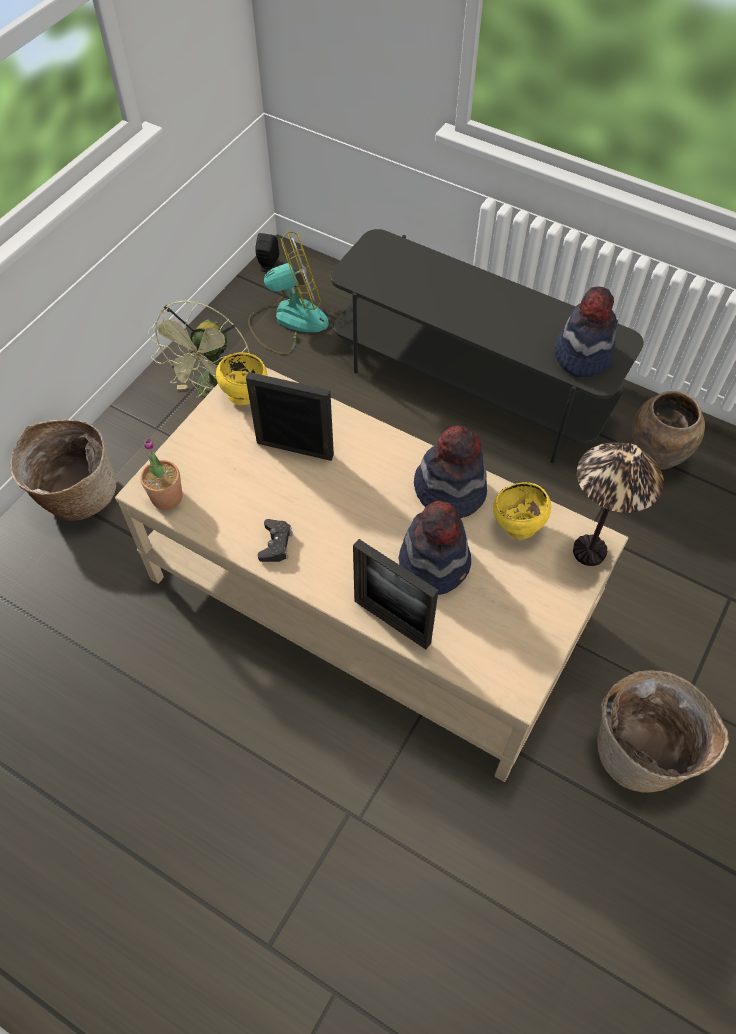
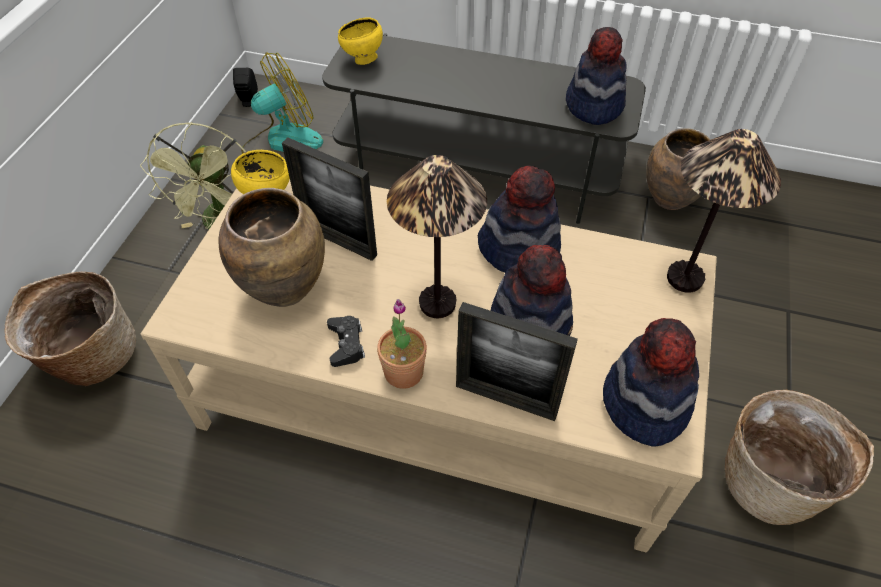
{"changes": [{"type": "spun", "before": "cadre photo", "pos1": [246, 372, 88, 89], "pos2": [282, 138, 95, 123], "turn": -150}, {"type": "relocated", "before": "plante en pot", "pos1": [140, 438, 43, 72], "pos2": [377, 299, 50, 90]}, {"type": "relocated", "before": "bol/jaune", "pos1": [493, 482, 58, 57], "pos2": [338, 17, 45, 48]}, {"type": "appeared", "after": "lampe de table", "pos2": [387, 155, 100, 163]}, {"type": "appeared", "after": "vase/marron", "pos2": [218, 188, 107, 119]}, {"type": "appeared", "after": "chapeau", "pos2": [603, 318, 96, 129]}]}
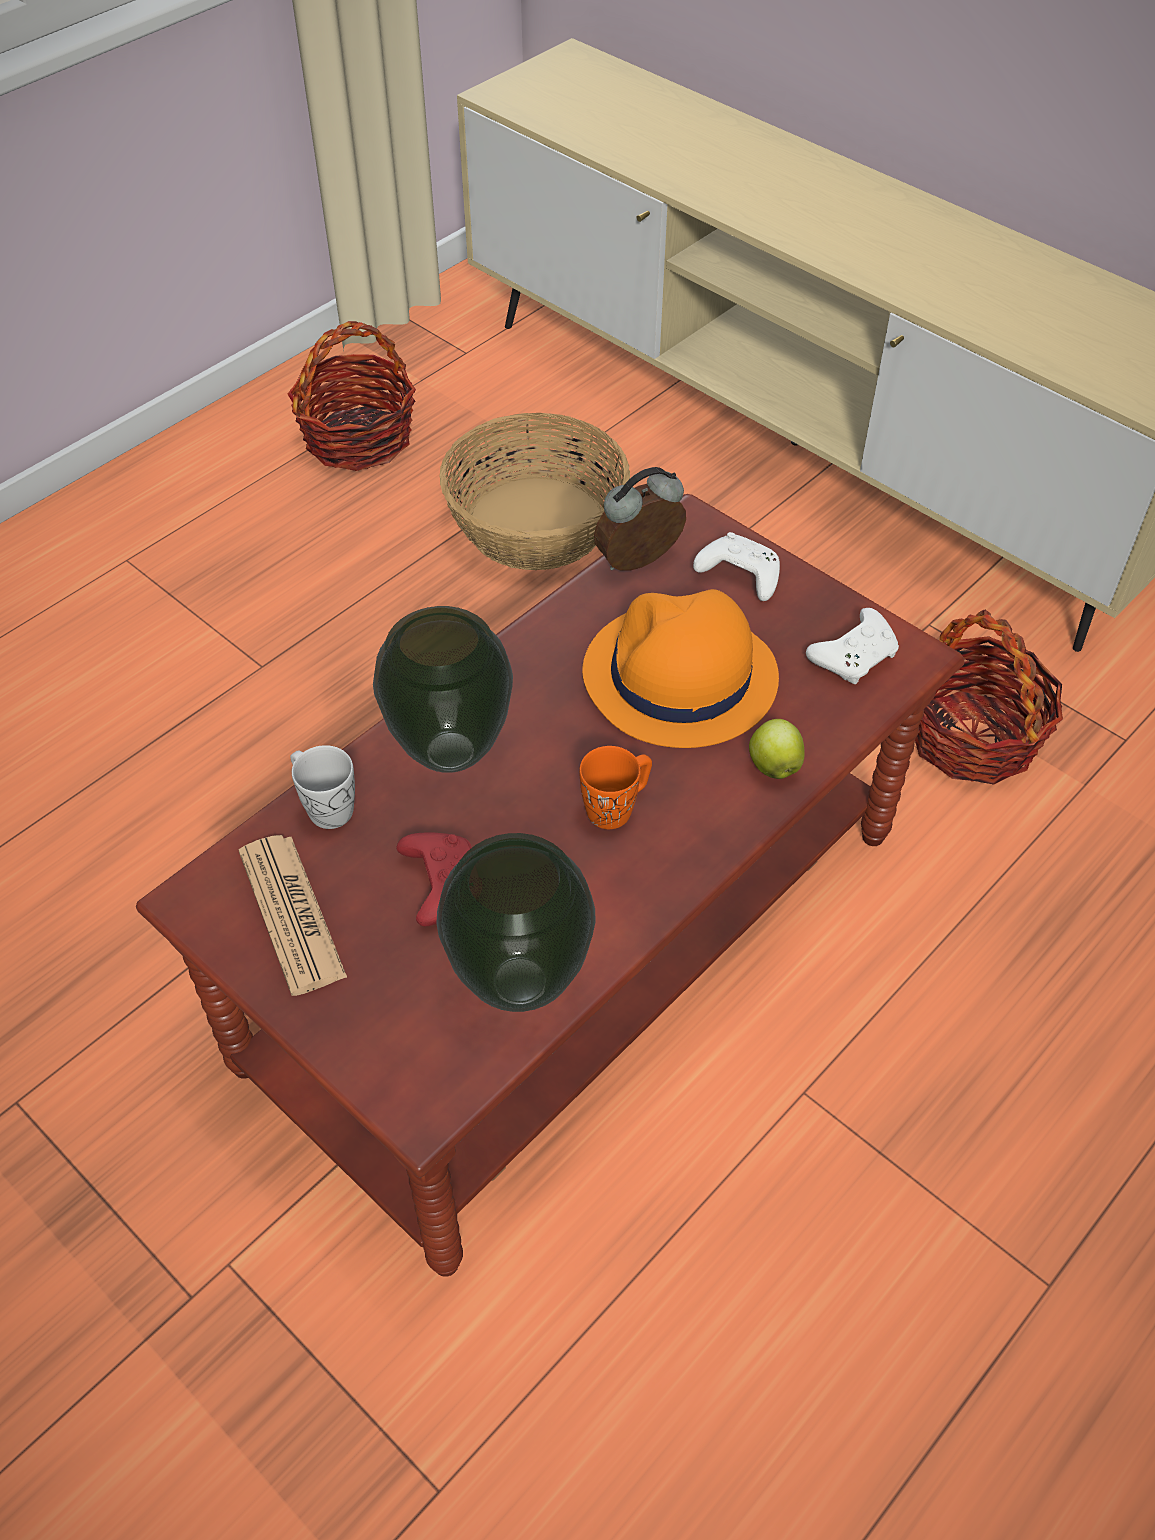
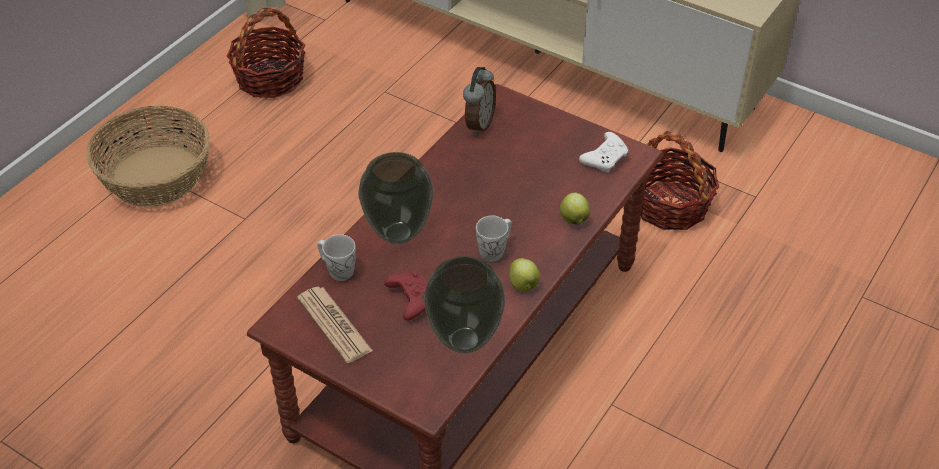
{"changes": [{"type": "relocated", "before": "panier", "pos1": [440, 413, 190, 157], "pos2": [86, 106, 124, 101]}, {"type": "spun", "before": "réveil", "pos1": [594, 467, 92, 104], "pos2": [463, 67, 33, 69], "turn": 150}, {"type": "missing", "before": "manette/blanc", "pos1": [693, 532, 87, 69]}, {"type": "missing", "before": "chapeau/orange", "pos1": [582, 589, 197, 159]}, {"type": "colour", "before": "mug/orange", "after": "mug/blanc", "pos1": [579, 746, 73, 83], "pos2": [476, 216, 36, 46]}, {"type": "appeared", "after": "pomme", "pos2": [509, 258, 31, 33]}]}
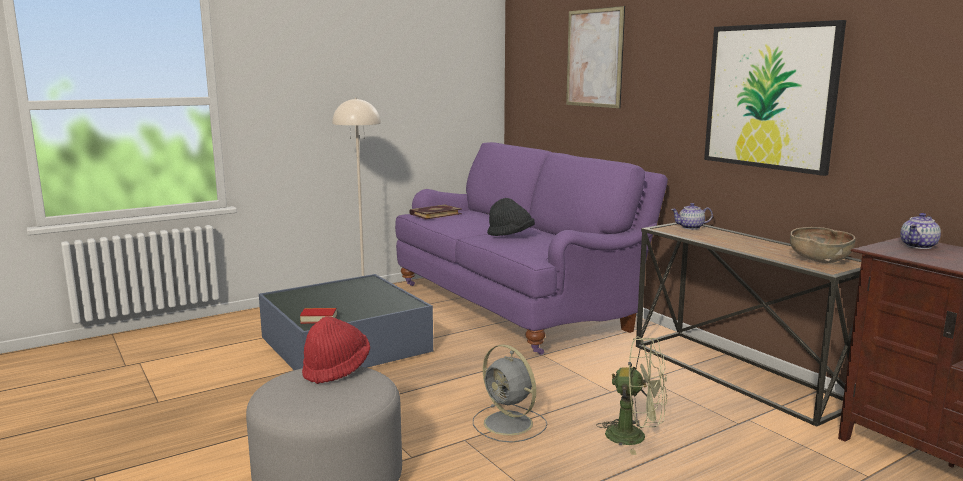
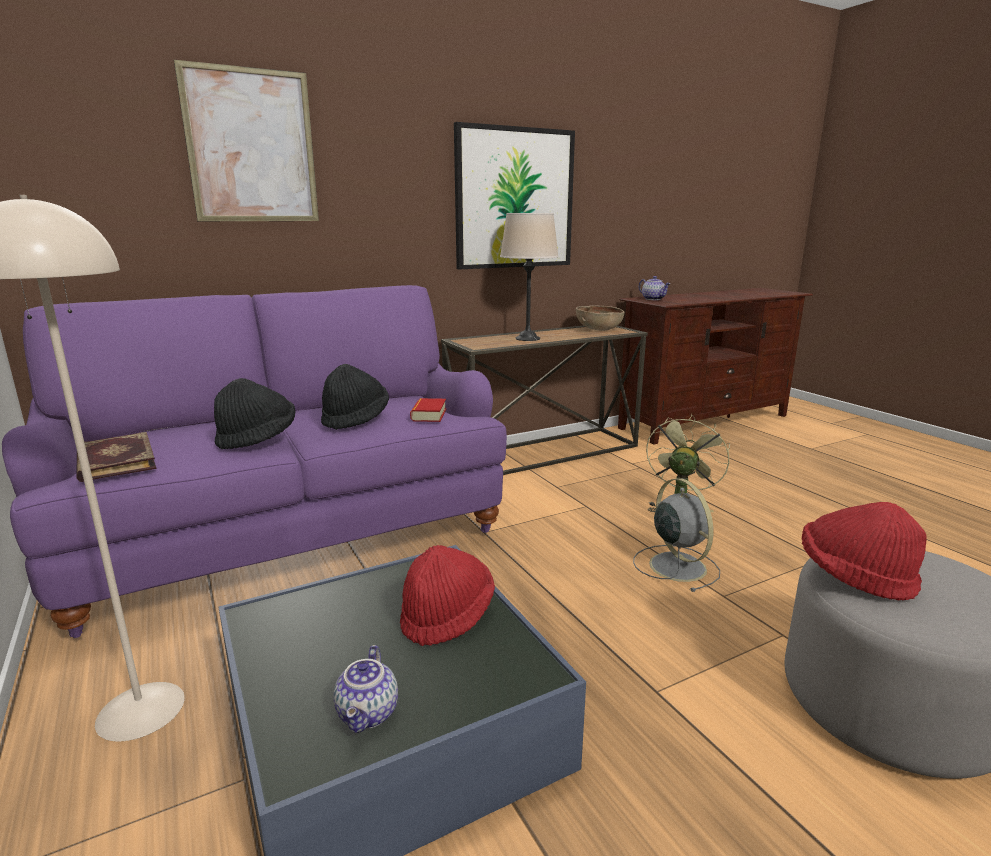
{"changes": [{"type": "relocated", "before": "théière", "pos1": [671, 203, 42, 26], "pos2": [333, 645, 65, 88]}, {"type": "relocated", "before": "livre", "pos1": [300, 308, 37, 16], "pos2": [410, 398, 36, 24]}, {"type": "spun", "before": "ventilateur/gris", "pos1": [473, 344, 74, 99], "pos2": [633, 478, 87, 114], "turn": -75}, {"type": "appeared", "after": "lampe de table/beige", "pos2": [500, 213, 59, 128]}, {"type": "appeared", "after": "chapeau/noir", "pos2": [214, 378, 81, 71]}, {"type": "appeared", "after": "chapeau/rouge", "pos2": [400, 545, 95, 101]}]}
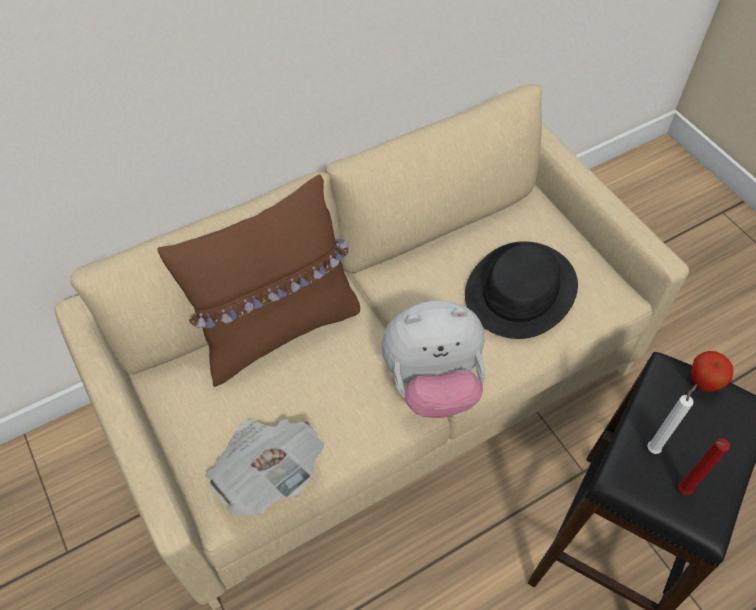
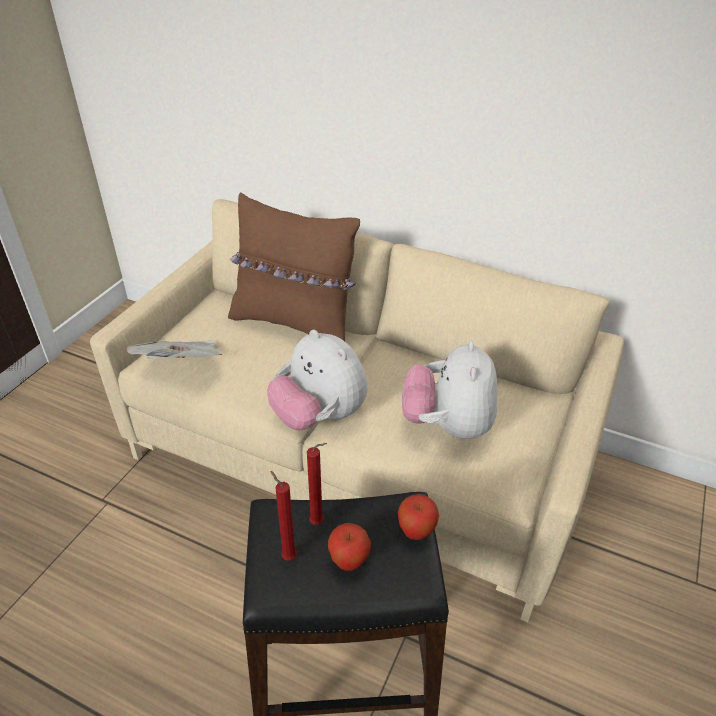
{"changes": [{"type": "exchanged", "before": "chapeau/noir", "after": "peluche", "pos1": [465, 241, 113, 98], "pos2": [402, 341, 95, 99]}, {"type": "colour", "before": "bougie/blanc", "after": "bougie/rouge", "pos1": [647, 384, 50, 70], "pos2": [307, 443, 20, 82]}, {"type": "appeared", "after": "pomme", "pos2": [328, 523, 43, 48]}]}
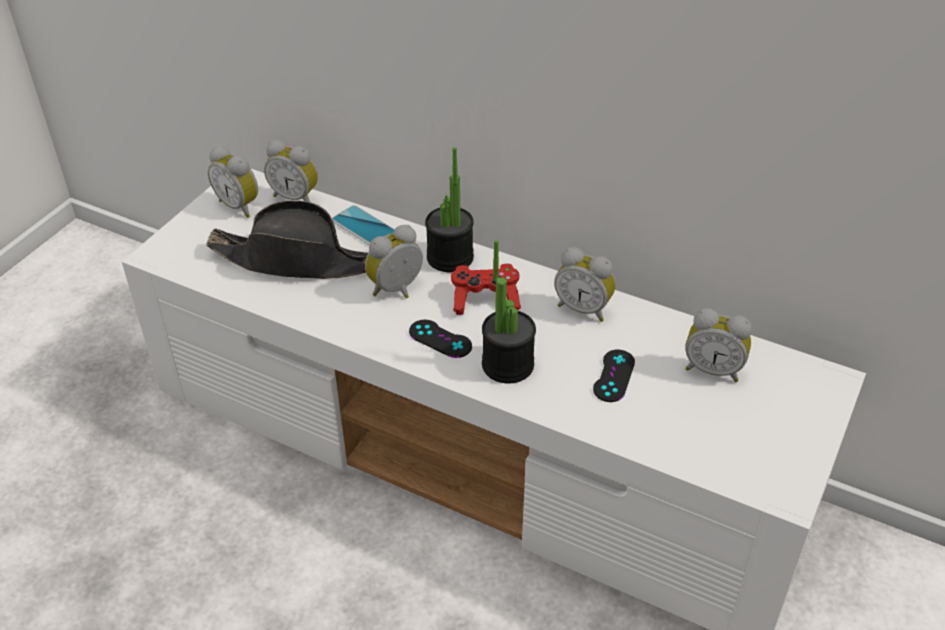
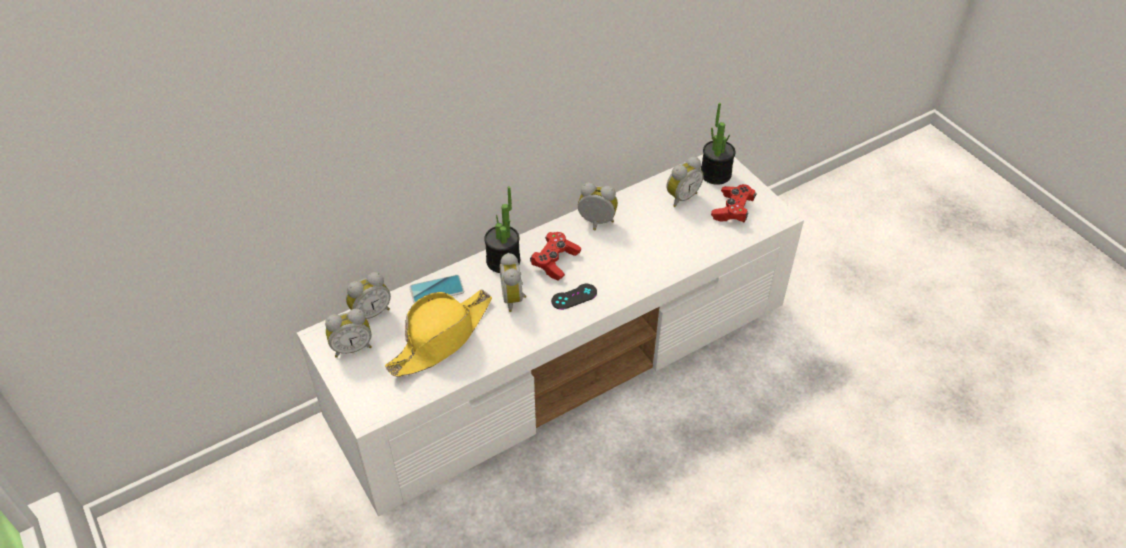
{"changes": [{"type": "colour", "before": "chapeau/noir", "after": "chapeau/jaune", "pos1": [206, 200, 162, 79], "pos2": [385, 289, 107, 88]}, {"type": "relocated", "before": "plante en pot", "pos1": [482, 240, 54, 143], "pos2": [701, 103, 34, 82]}, {"type": "spun", "before": "réveil", "pos1": [554, 247, 62, 75], "pos2": [578, 182, 40, 48], "turn": -135}, {"type": "missing", "before": "manette/noir", "pos1": [593, 350, 42, 52]}, {"type": "appeared", "after": "manette/rouge", "pos2": [711, 184, 45, 38]}]}
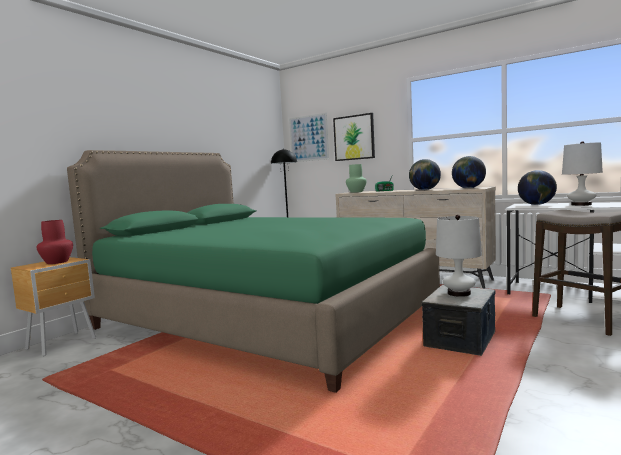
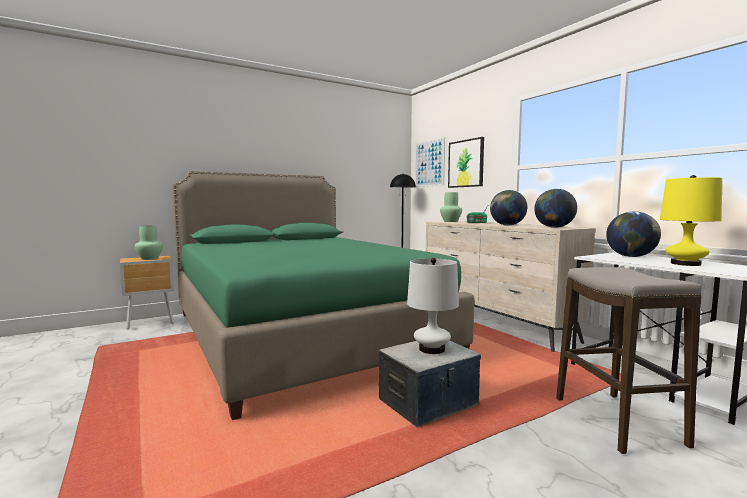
{"changes": [{"type": "colour", "before": "lampe de table/blanc", "after": "lampe de table/jaune", "pos1": [562, 141, 41, 65], "pos2": [660, 175, 62, 91]}, {"type": "colour", "before": "vase/rouge", "after": "vase/vert", "pos1": [37, 220, 36, 44], "pos2": [135, 226, 28, 34]}]}
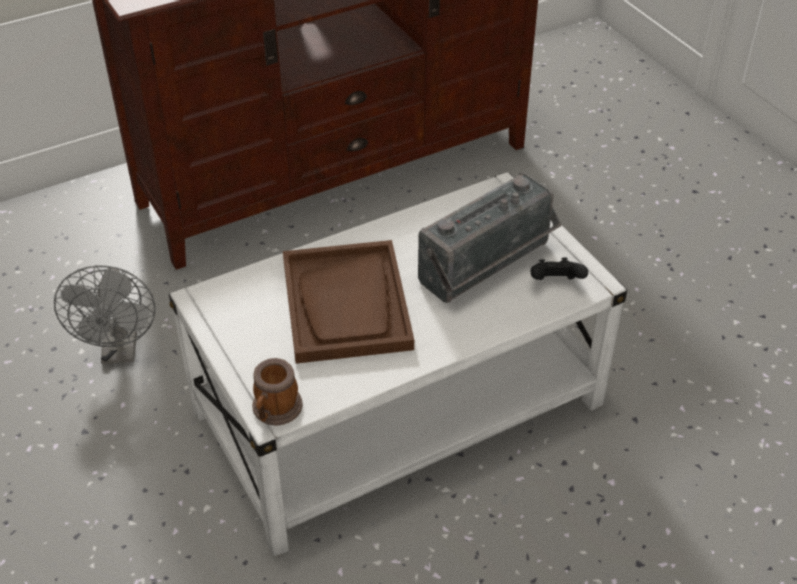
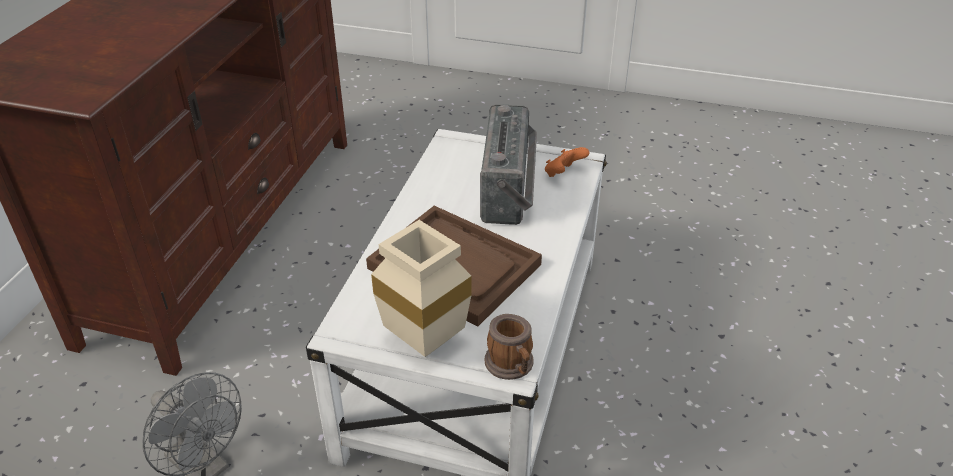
{"changes": [{"type": "colour", "before": "manette/noir", "after": "manette/orange", "pos1": [531, 257, 57, 23], "pos2": [545, 147, 44, 30]}, {"type": "appeared", "after": "vase/beige", "pos2": [371, 220, 101, 137]}]}
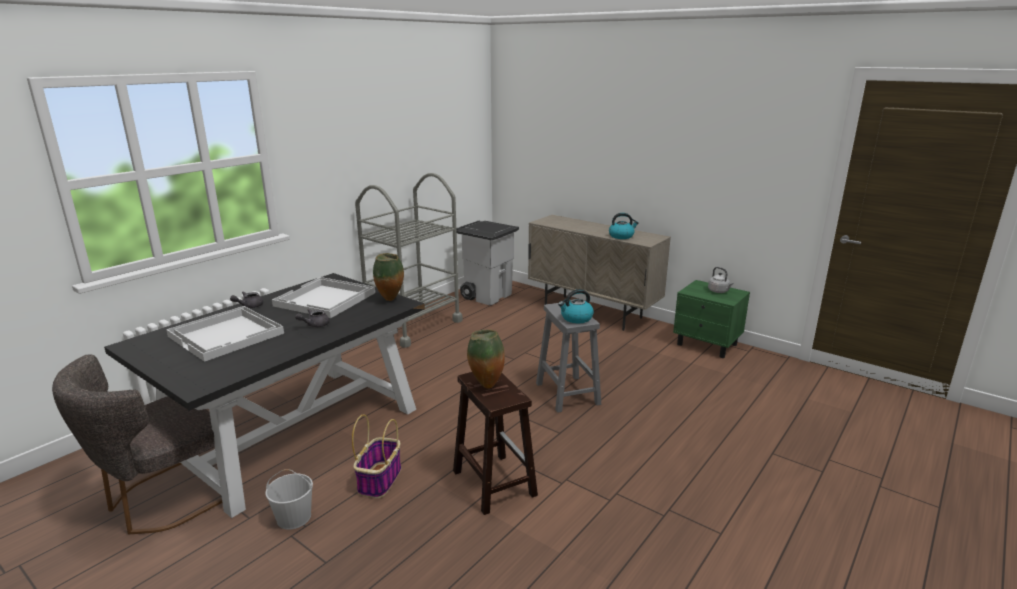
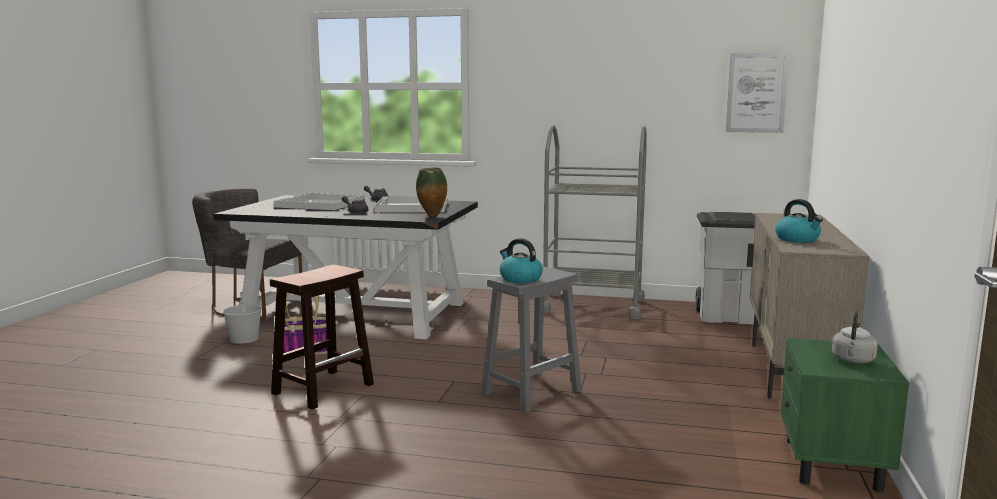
{"changes": [{"type": "missing", "before": "vase", "pos1": [467, 329, 38, 60]}, {"type": "appeared", "after": "tableau", "pos2": [726, 53, 63, 80]}]}
